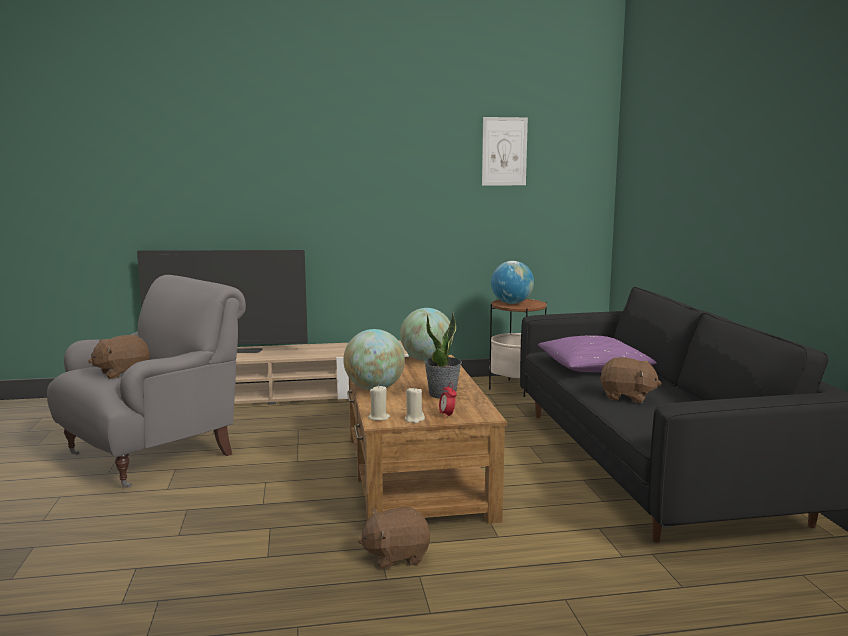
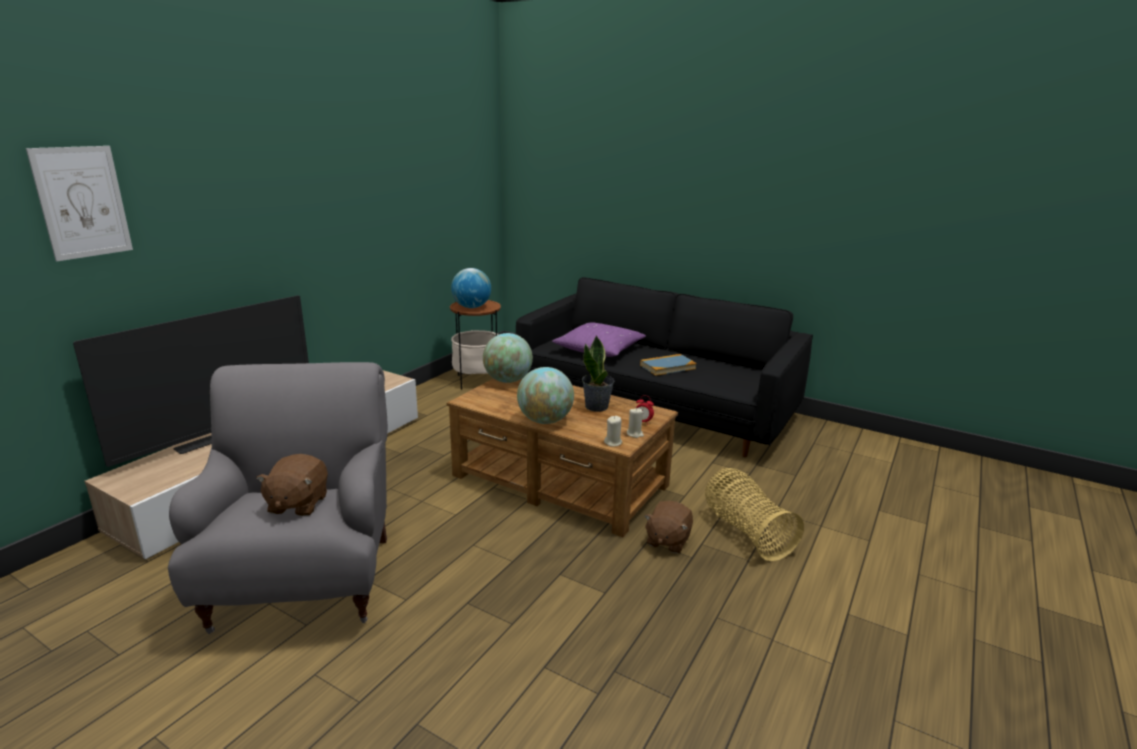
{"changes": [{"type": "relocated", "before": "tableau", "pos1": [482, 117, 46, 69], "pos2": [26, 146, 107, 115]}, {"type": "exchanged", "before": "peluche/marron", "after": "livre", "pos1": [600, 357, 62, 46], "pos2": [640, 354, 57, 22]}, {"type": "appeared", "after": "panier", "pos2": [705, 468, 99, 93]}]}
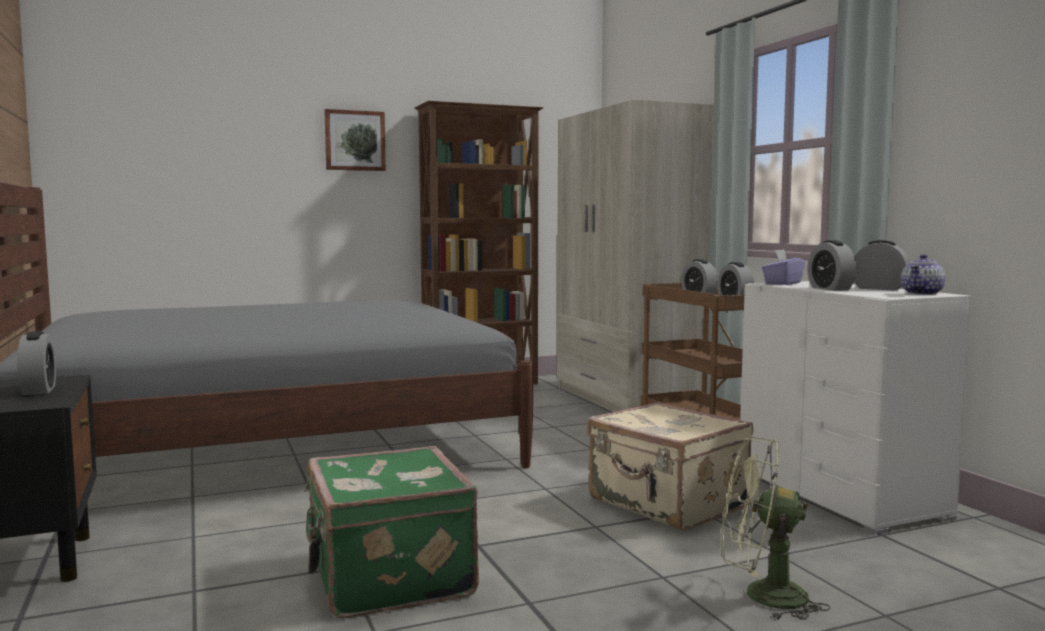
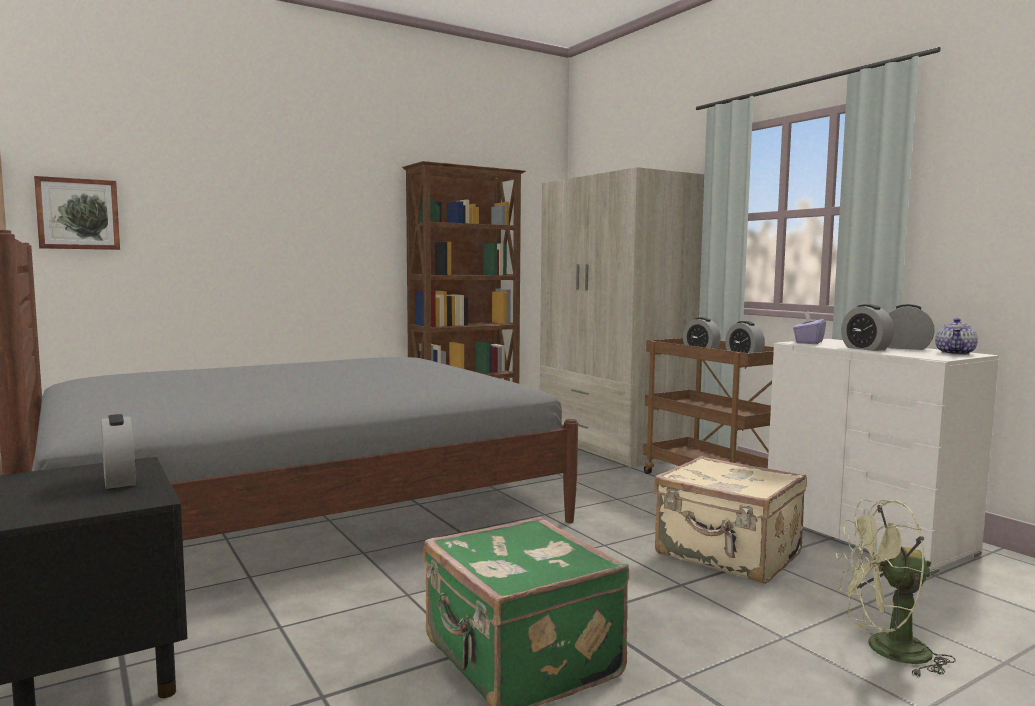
{"changes": [{"type": "relocated", "before": "tableau", "pos1": [324, 109, 62, 62], "pos2": [34, 176, 86, 74]}]}
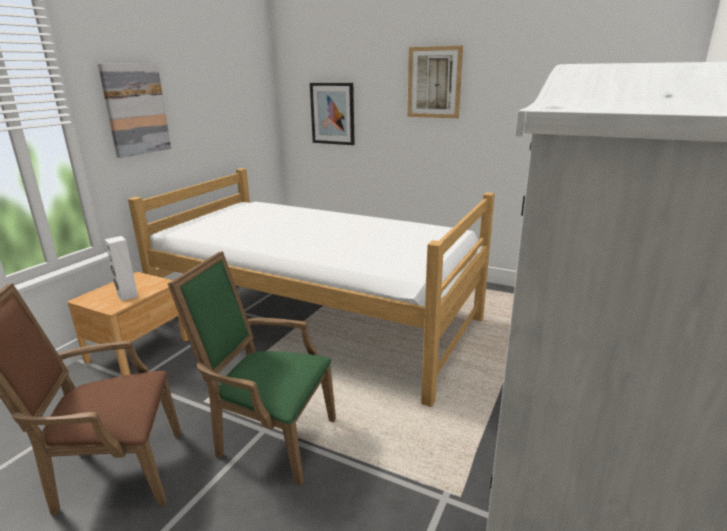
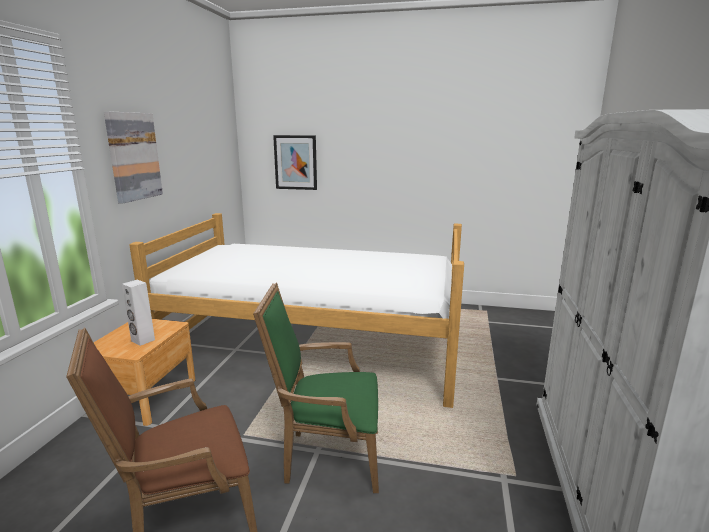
{"changes": [{"type": "missing", "before": "tableau", "pos1": [408, 46, 55, 72]}]}
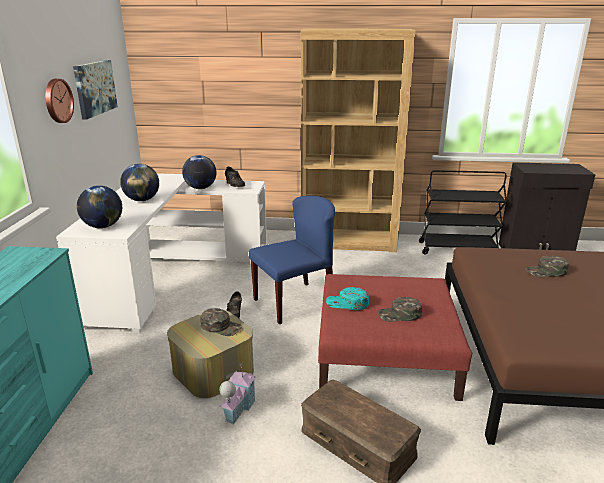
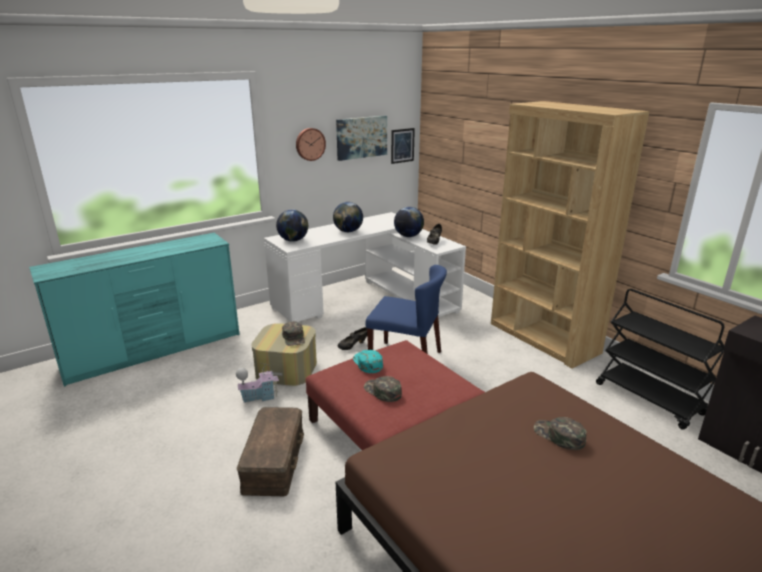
{"changes": [{"type": "appeared", "after": "tableau", "pos2": [391, 128, 24, 36]}]}
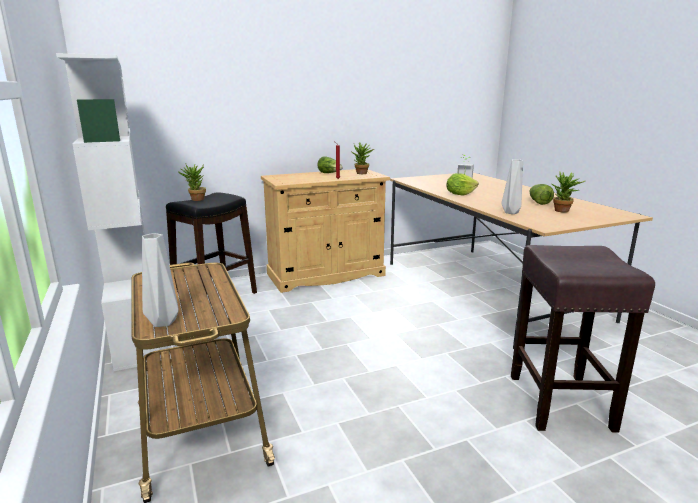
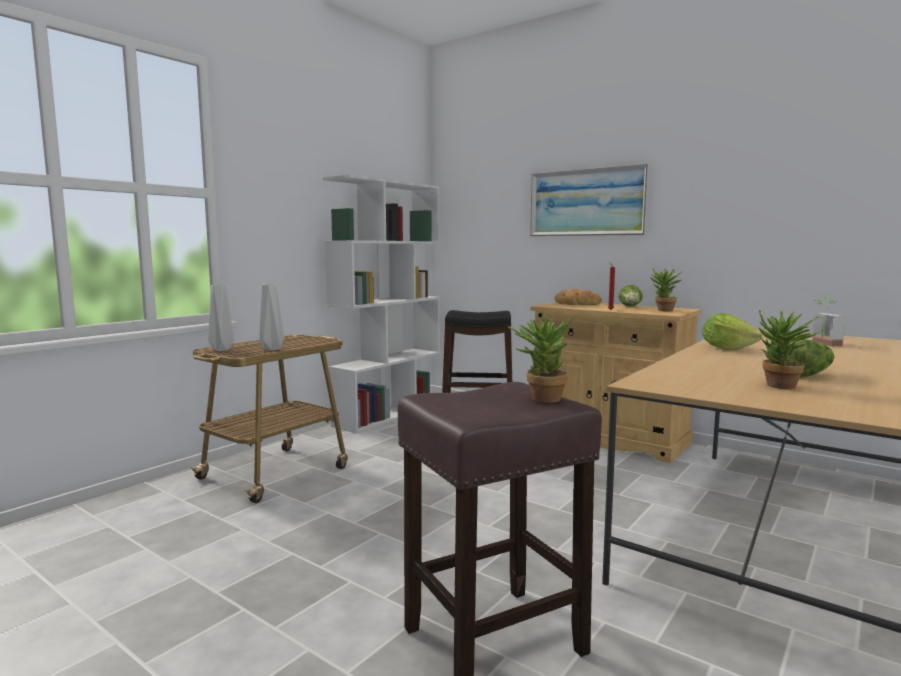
{"changes": [{"type": "relocated", "before": "vase/gris", "pos1": [502, 159, 21, 55], "pos2": [259, 284, 25, 67]}, {"type": "relocated", "before": "plante en pot", "pos1": [178, 163, 28, 38], "pos2": [508, 311, 65, 92]}, {"type": "appeared", "after": "tableau", "pos2": [530, 164, 120, 72]}, {"type": "appeared", "after": "pain", "pos2": [554, 289, 48, 16]}]}
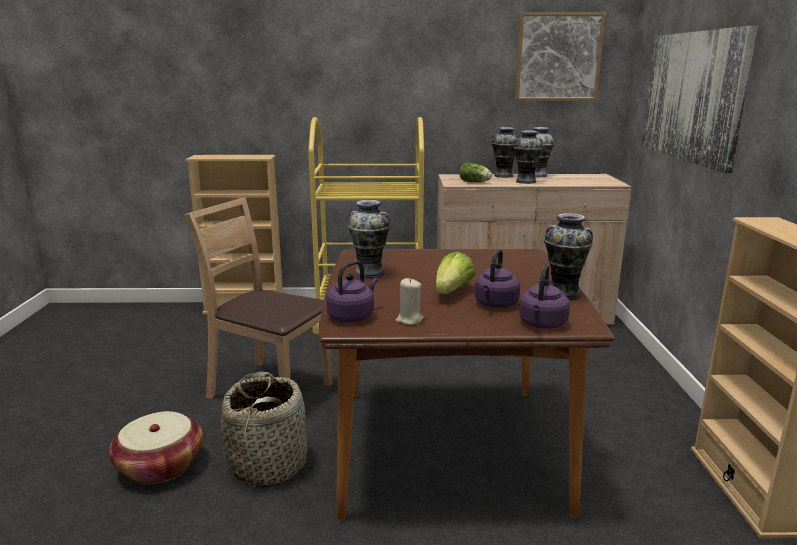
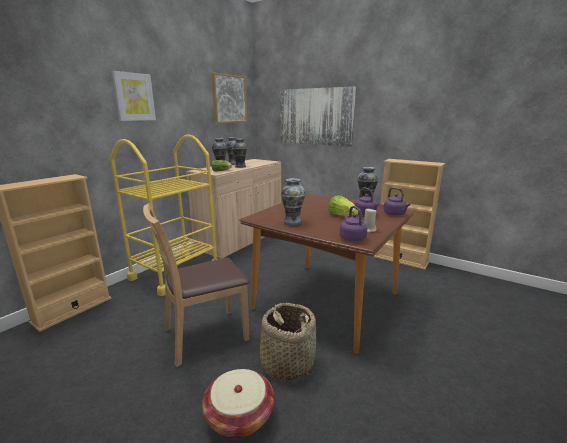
{"changes": [{"type": "appeared", "after": "tableau", "pos2": [112, 71, 44, 50]}]}
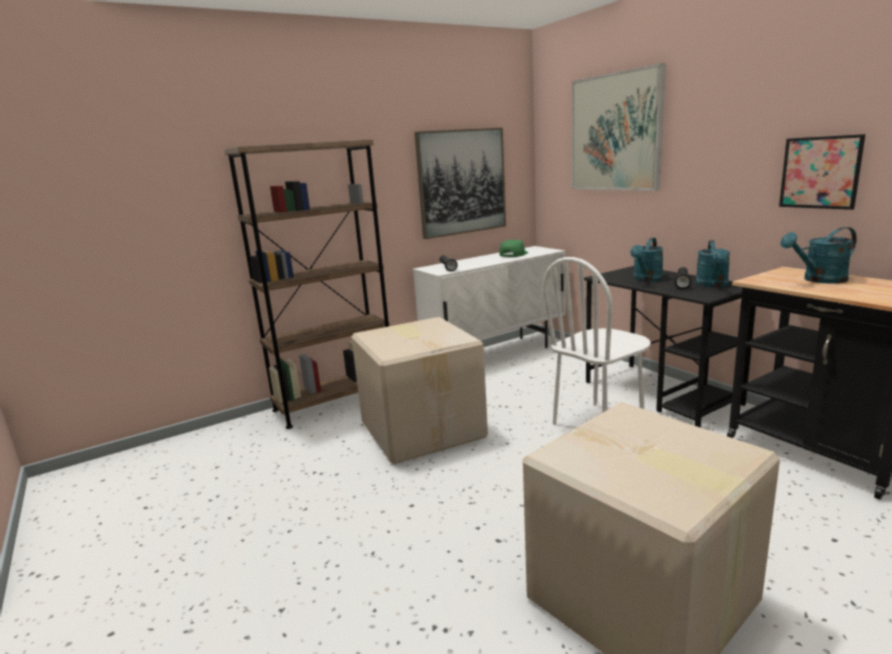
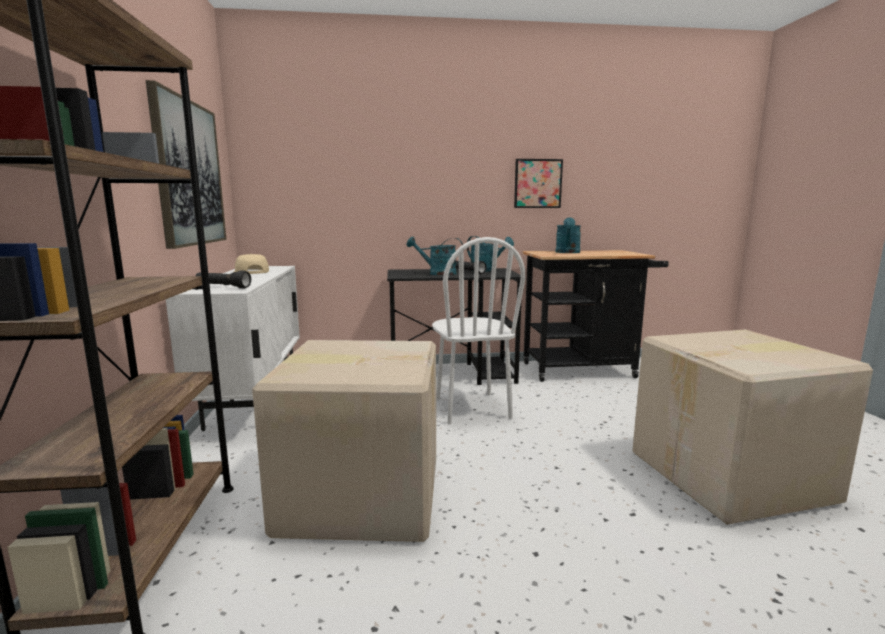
{"changes": [{"type": "missing", "before": "tableau", "pos1": [572, 63, 94, 128]}, {"type": "spun", "before": "arrosoir/turquoise", "pos1": [630, 238, 33, 44], "pos2": [407, 237, 56, 39], "turn": 135}, {"type": "colour", "before": "casquette/vert", "after": "casquette/beige", "pos1": [500, 240, 29, 17], "pos2": [234, 254, 35, 20]}]}
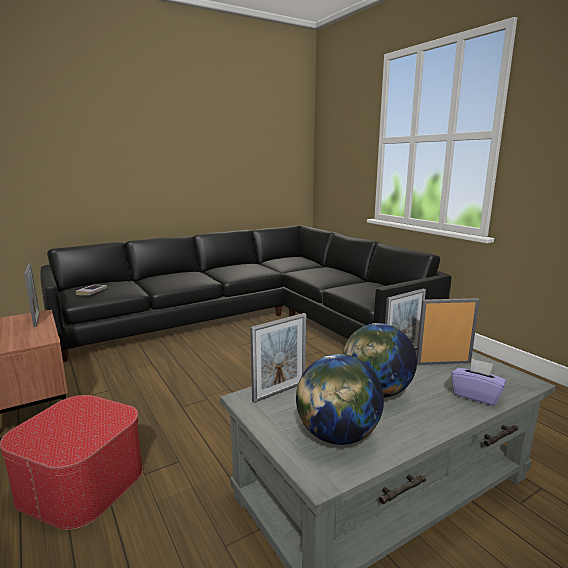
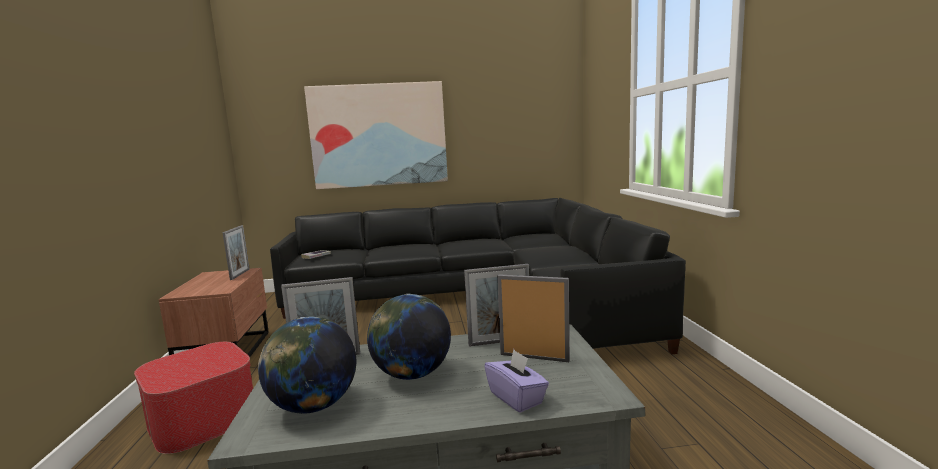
{"changes": [{"type": "appeared", "after": "tableau", "pos2": [304, 81, 144, 108]}]}
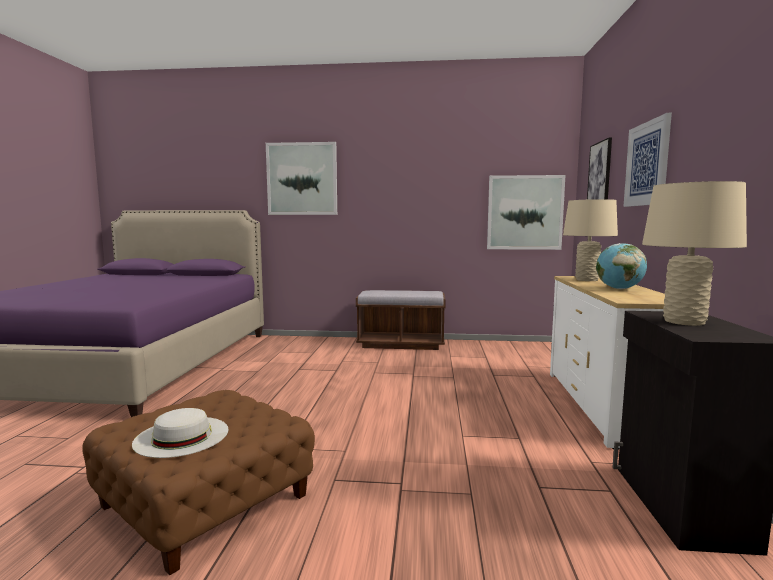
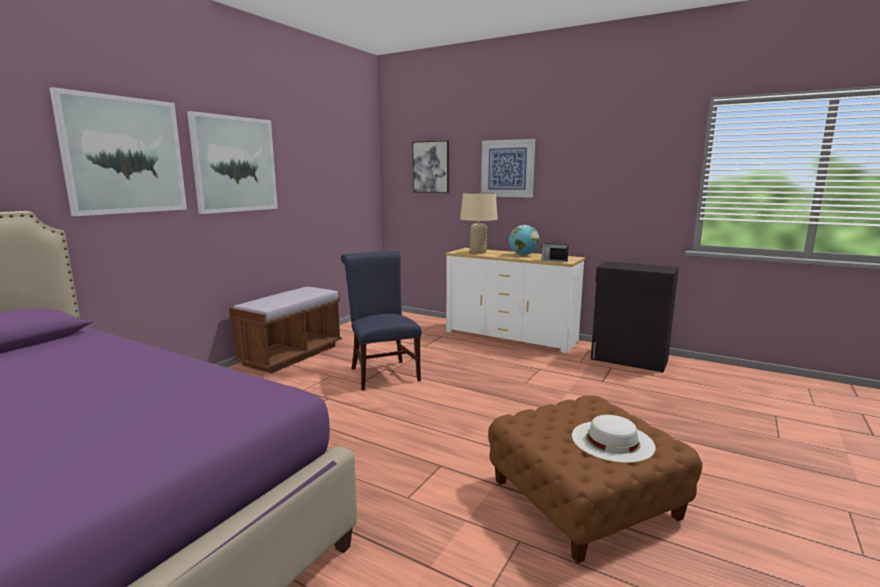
{"changes": [{"type": "relocated", "before": "tableau", "pos1": [487, 175, 79, 75], "pos2": [187, 111, 91, 103]}, {"type": "missing", "before": "lampe de table/beige", "pos1": [642, 181, 105, 145]}, {"type": "appeared", "after": "radio", "pos2": [541, 240, 28, 22]}, {"type": "appeared", "after": "chaise/bleu", "pos2": [341, 251, 81, 139]}]}
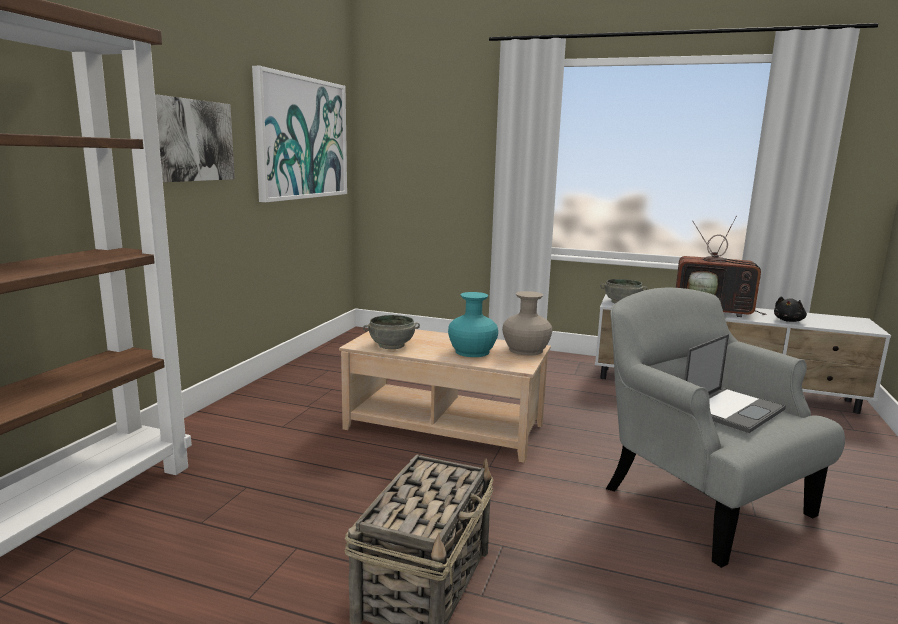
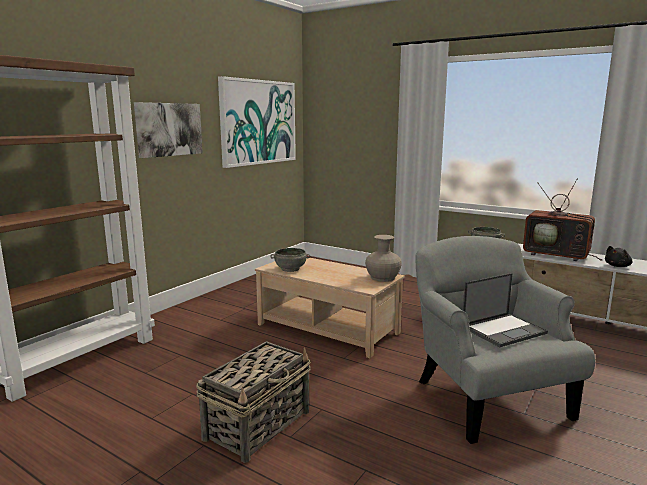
{"changes": [{"type": "missing", "before": "vase/turquoise", "pos1": [448, 292, 50, 65]}]}
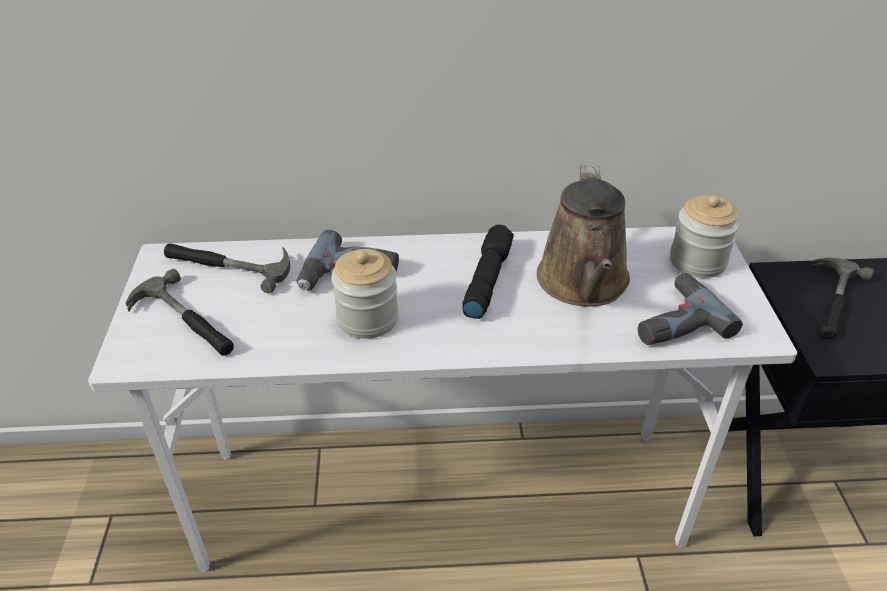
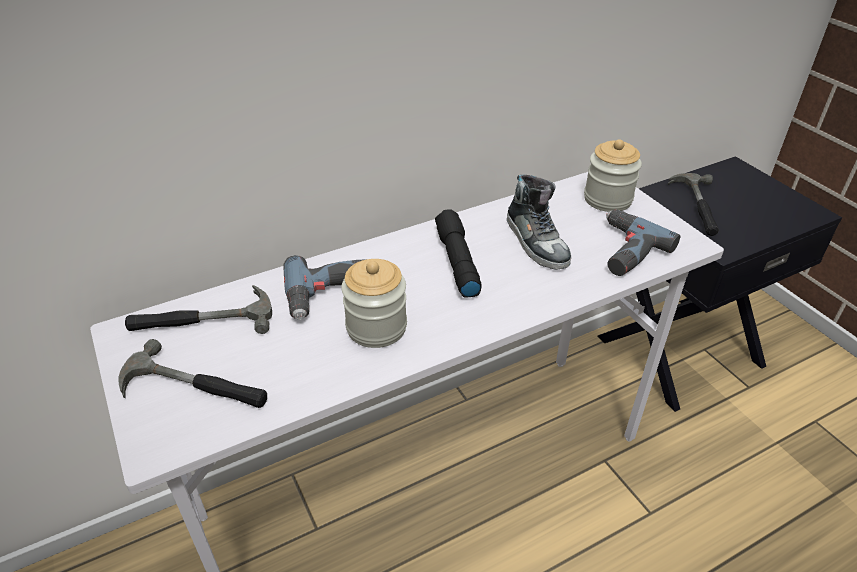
{"changes": [{"type": "exchanged", "before": "arrosoir/marron", "after": "chaussure", "pos1": [537, 165, 93, 142], "pos2": [507, 174, 64, 96]}]}
